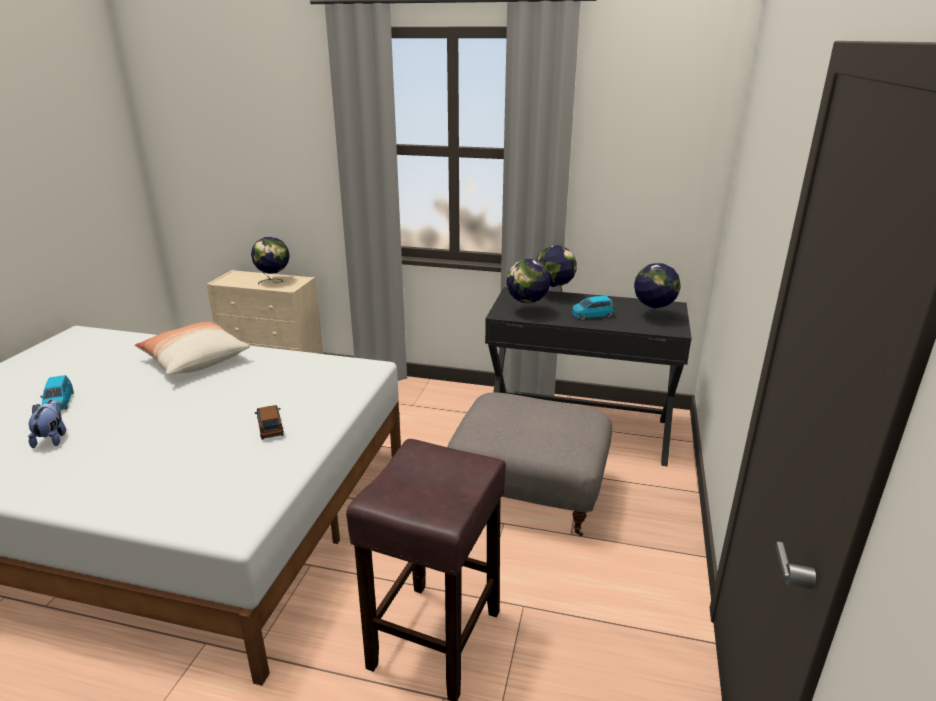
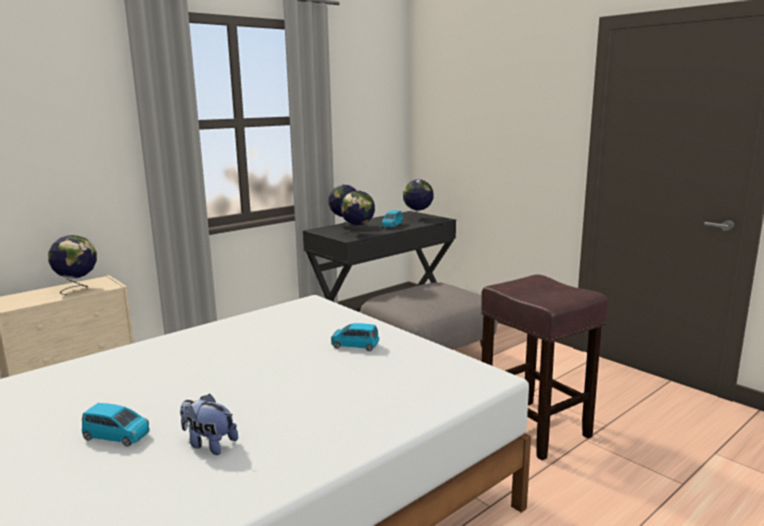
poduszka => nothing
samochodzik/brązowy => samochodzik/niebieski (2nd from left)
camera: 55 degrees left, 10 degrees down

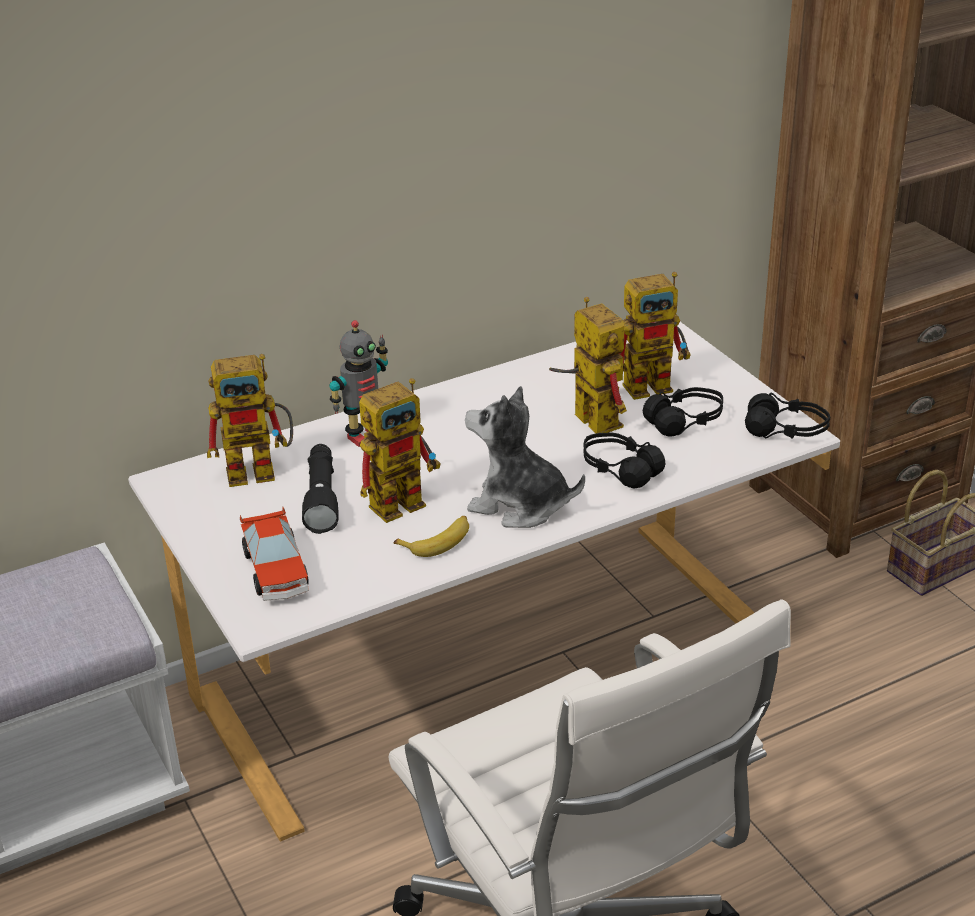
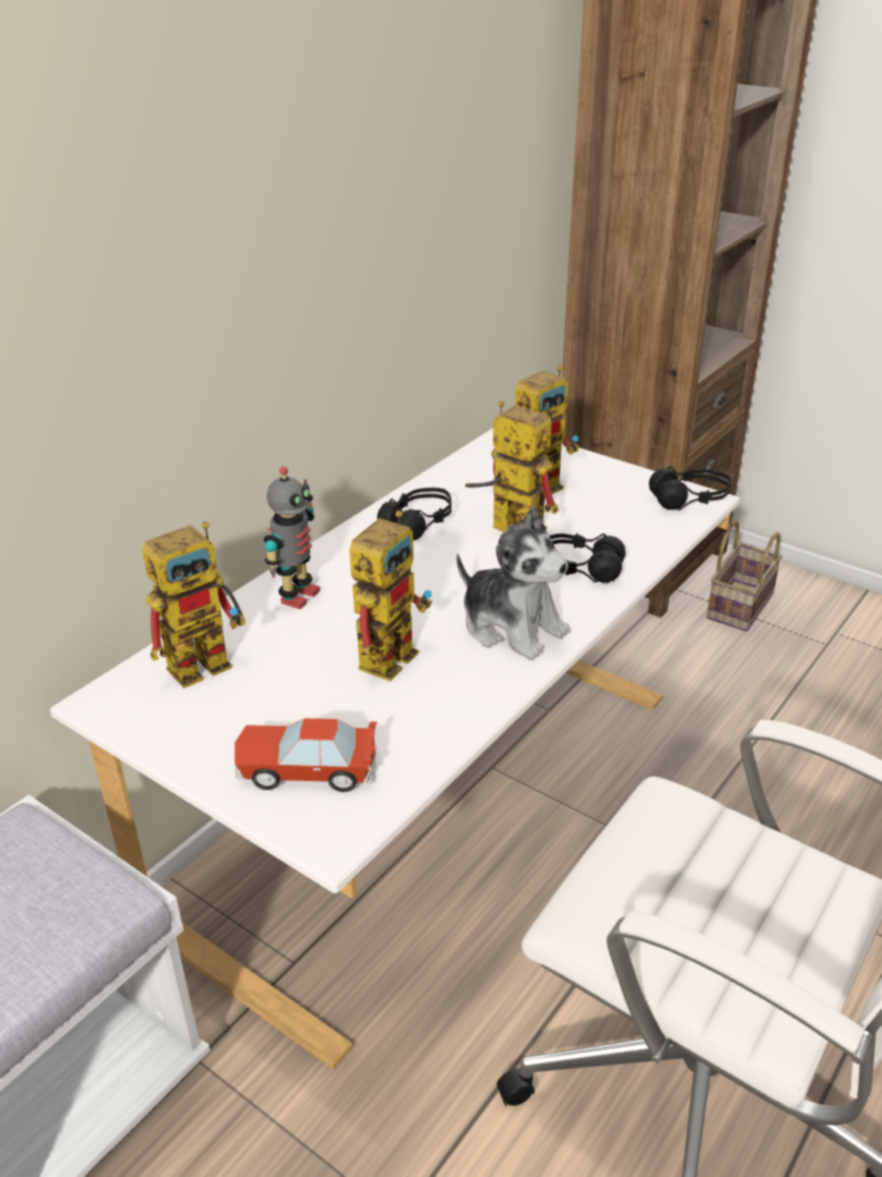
samochodzik, 135 degrees clockwise
latarka/czarny => nothing
banan => nothing
pluszak, 135 degrees counterclockwise
słuchawki/czarny (2nd from left in the first image) => słuchawki/czarny (1st from left), move
camera: 25 degrees left, 0 degrees up

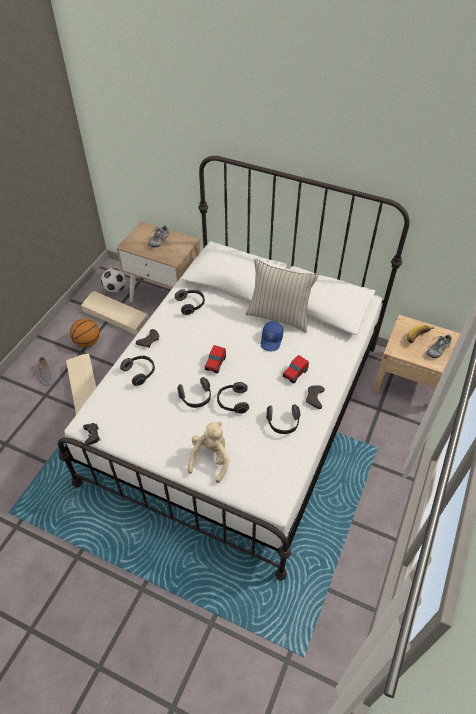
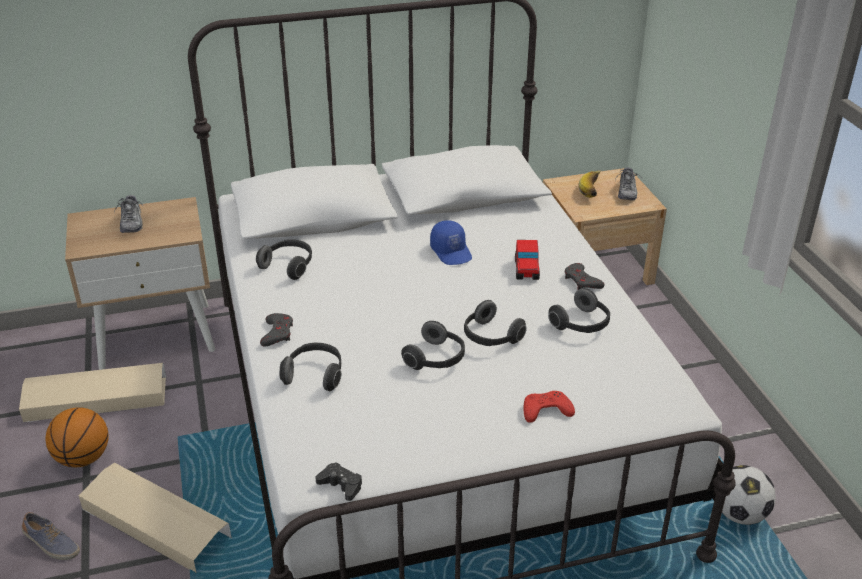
piłka futbolowa, move
pluszak/beżowy => pad do gier/czerwony
samochodzik (1st from left) => nothing
poduszka/beżowy => nothing
camera: 40 degrees left, 15 degrees down

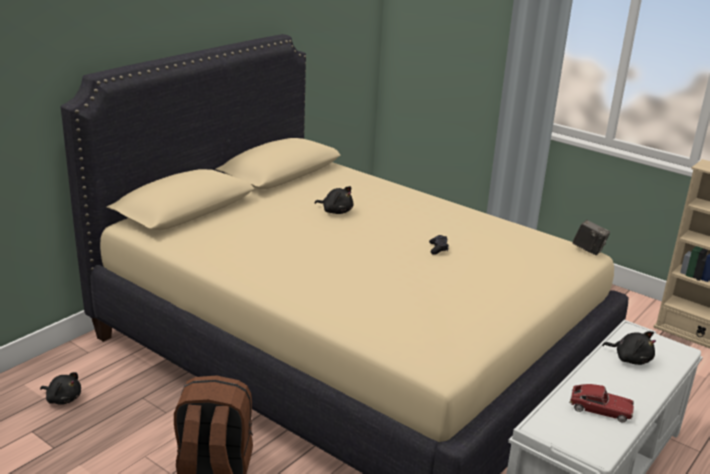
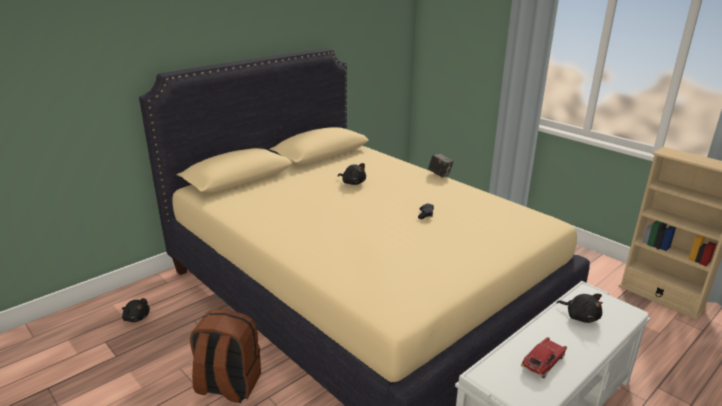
samochodzik, 75 degrees counterclockwise
aparat fotograficzny, move
camera: 10 degrees right, 0 degrees up

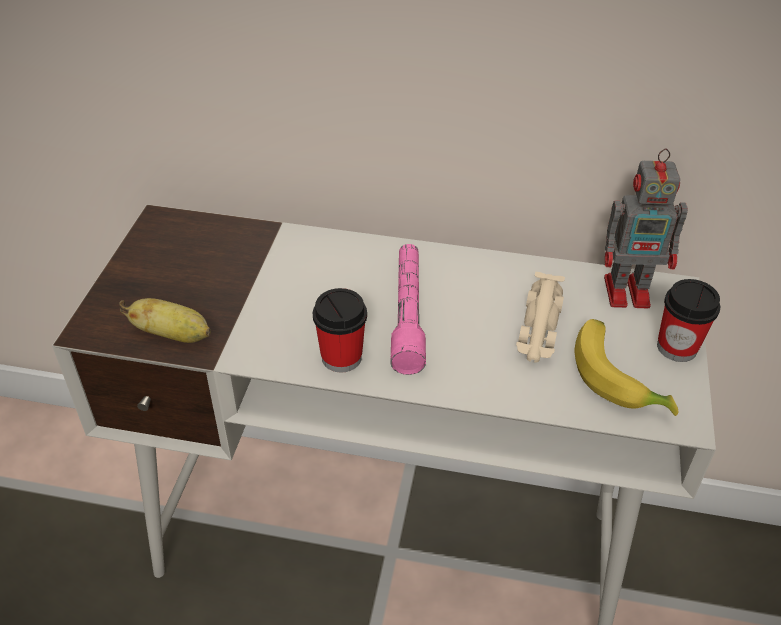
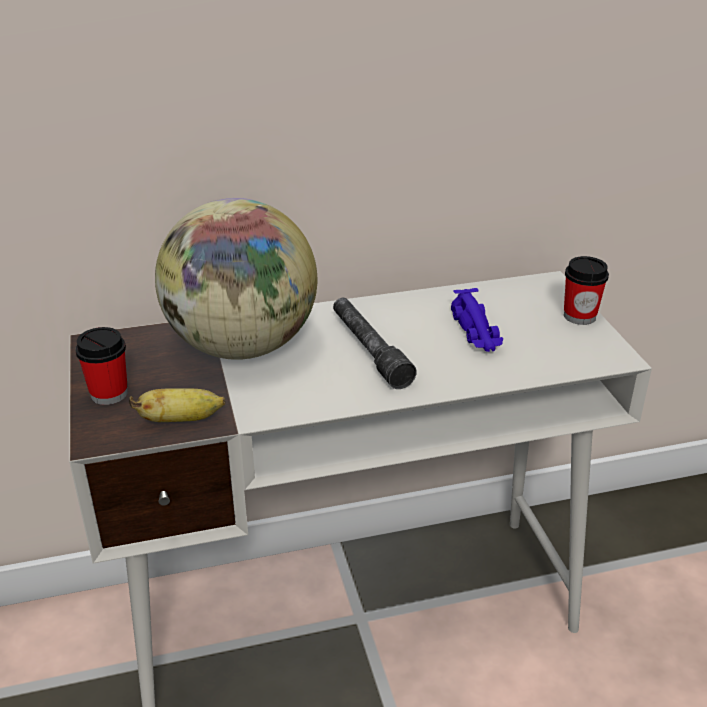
filiżanka (1st from left), move
latarka/różowy => latarka/szary
samochodzik/beżowy => samochodzik/fioletowy
banan (2nd from left) => nothing
robot zabawkowy => nothing
nothing => globus
camera: 25 degrees left, 10 degrees down

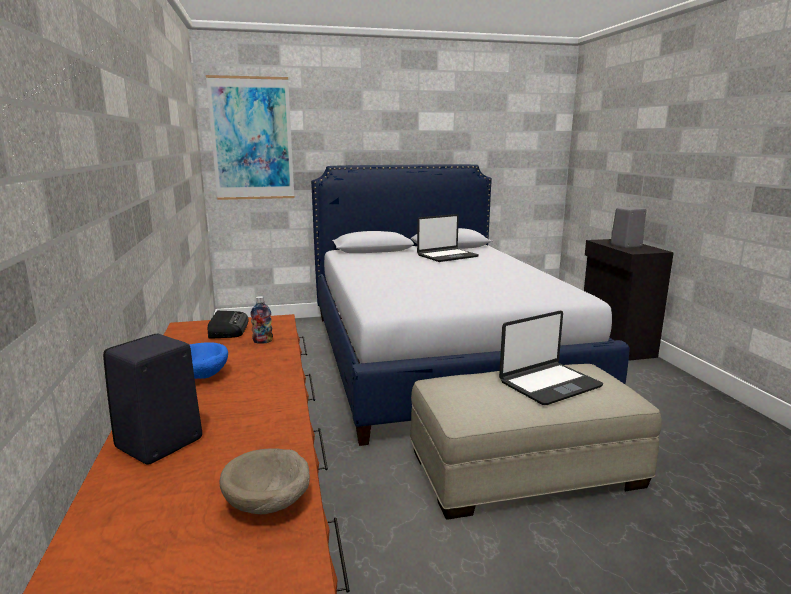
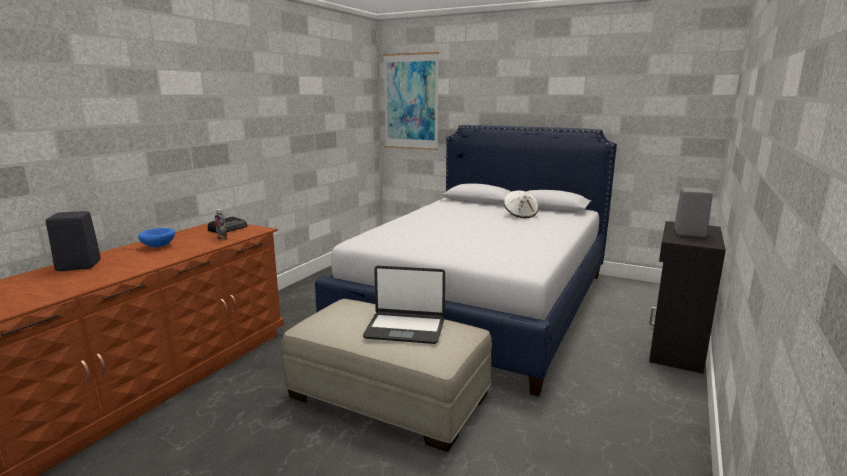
miska/beżowy => nothing
laptop (1st from left) => kapelusz/biały
camera: 40 degrees right, 0 degrees up

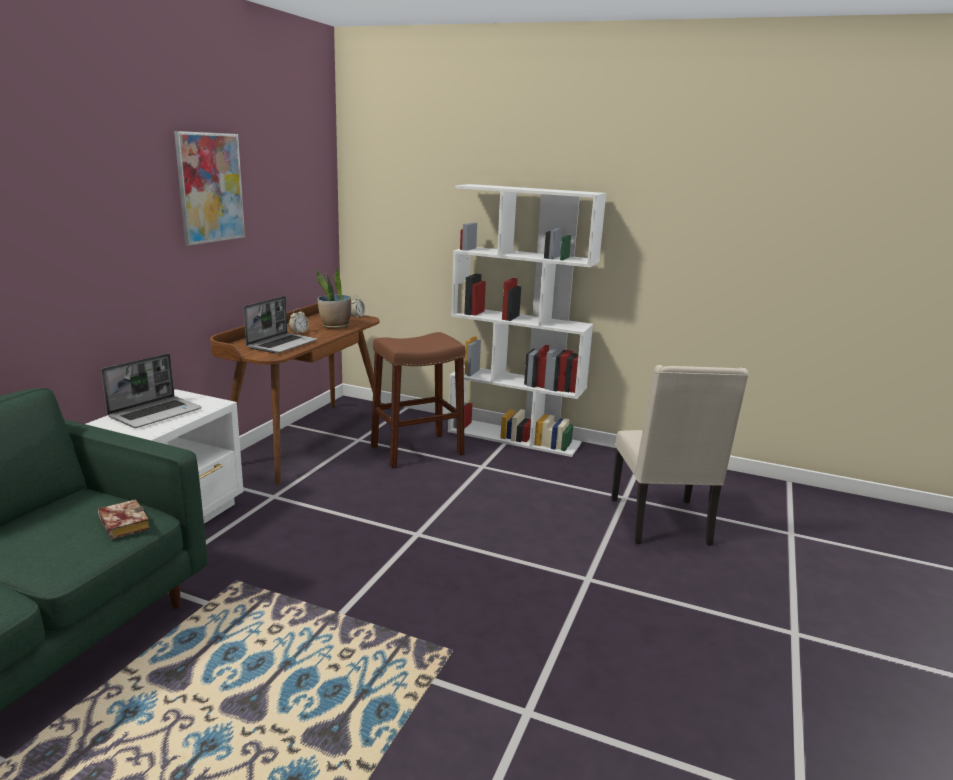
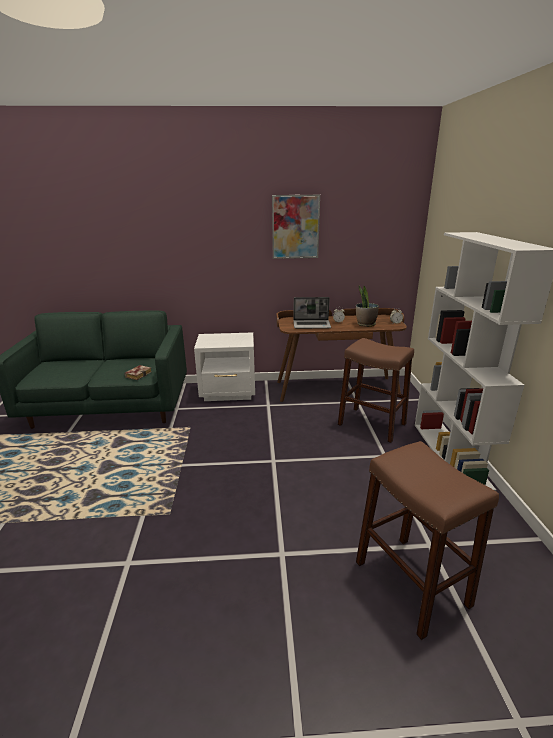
laptop (1st from left) => nothing
krzesło/beżowy => stołek/brązowy (2nd from left)
camera: 65 degrees right, 5 degrees up

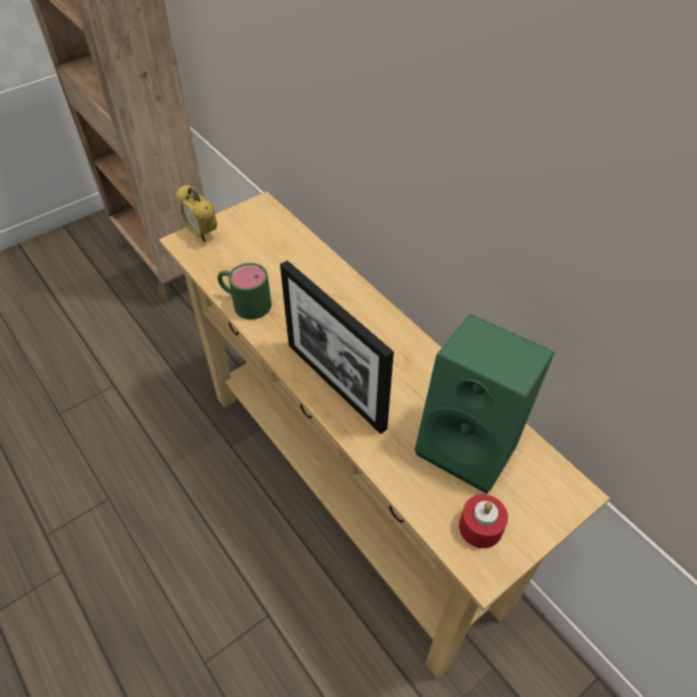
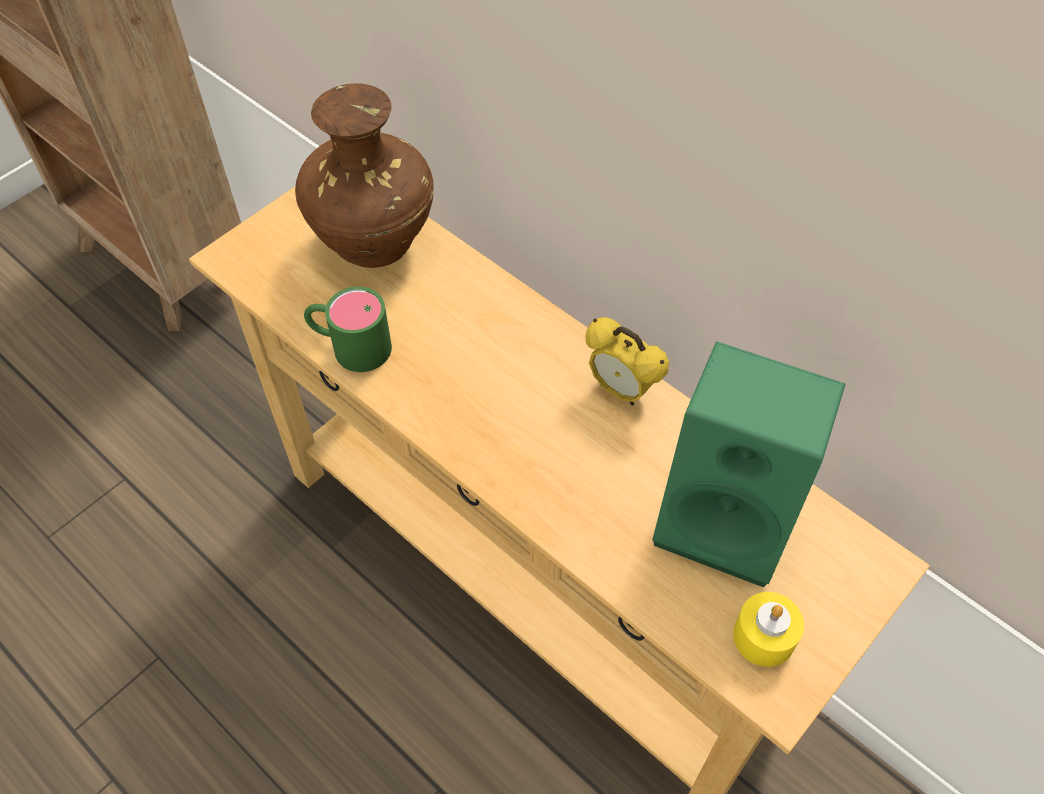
budzik, move
ramka na zdjęcie => nothing
świeca/czerwony => świeca/żółty
nothing => wazon/brązowy
camera: 10 degrees left, 5 degrees up

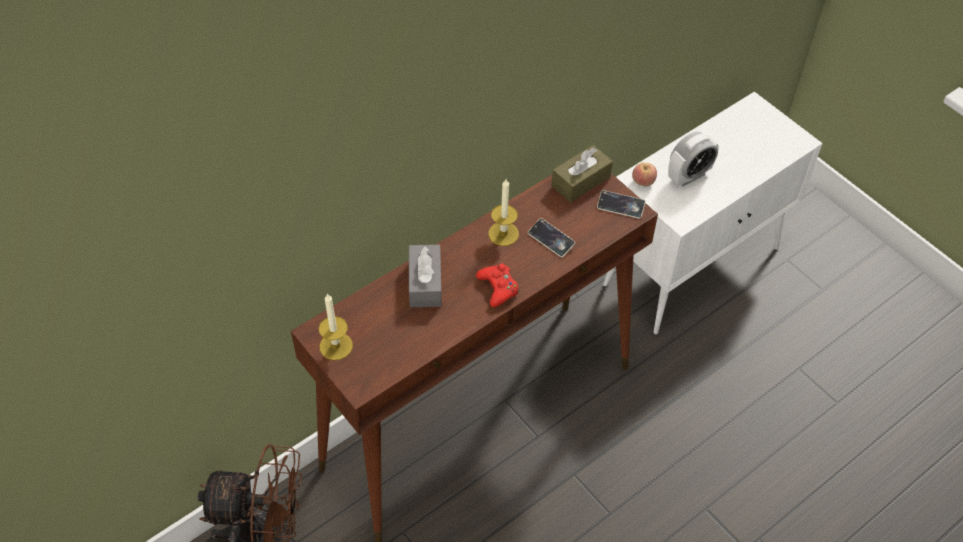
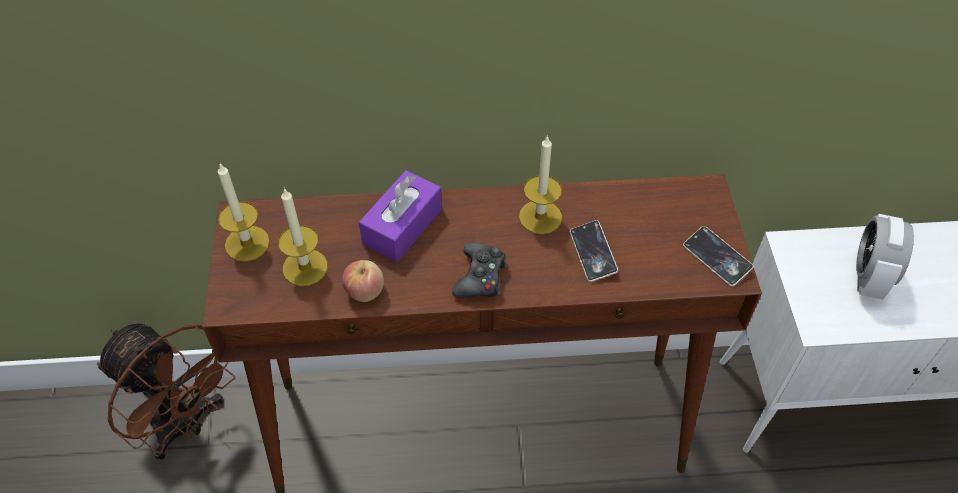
pudełko chusteczek/szary => pudełko chusteczek/fioletowy
pad do gier/czerwony => pad do gier/czarny
pudełko chusteczek/brązowy => nothing
jabłko, move
budzik, 105 degrees clockwise
nothing => świeca (2nd from left)
camera: 35 degrees right, 0 degrees up

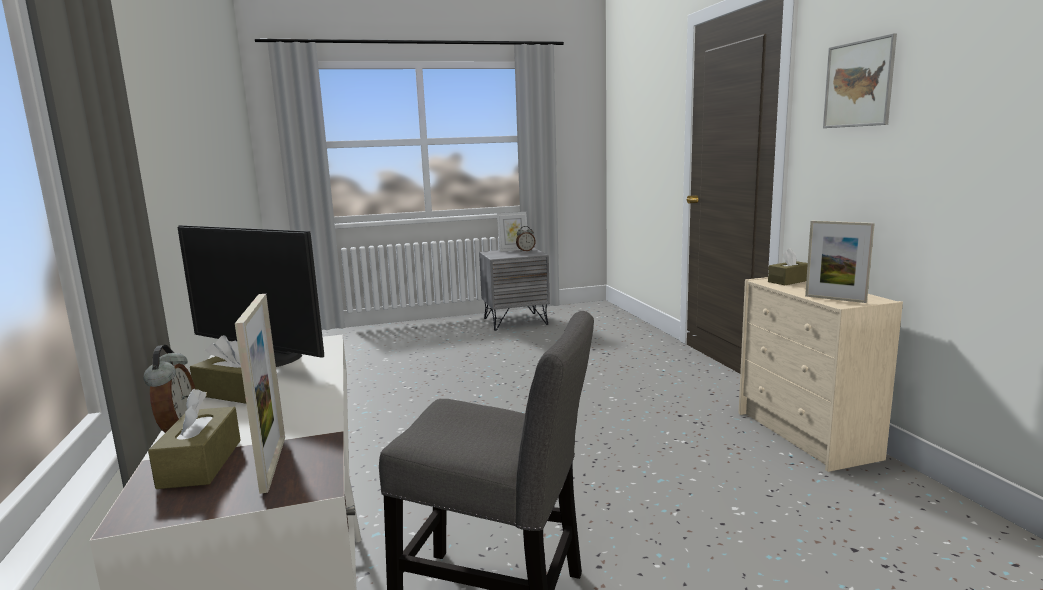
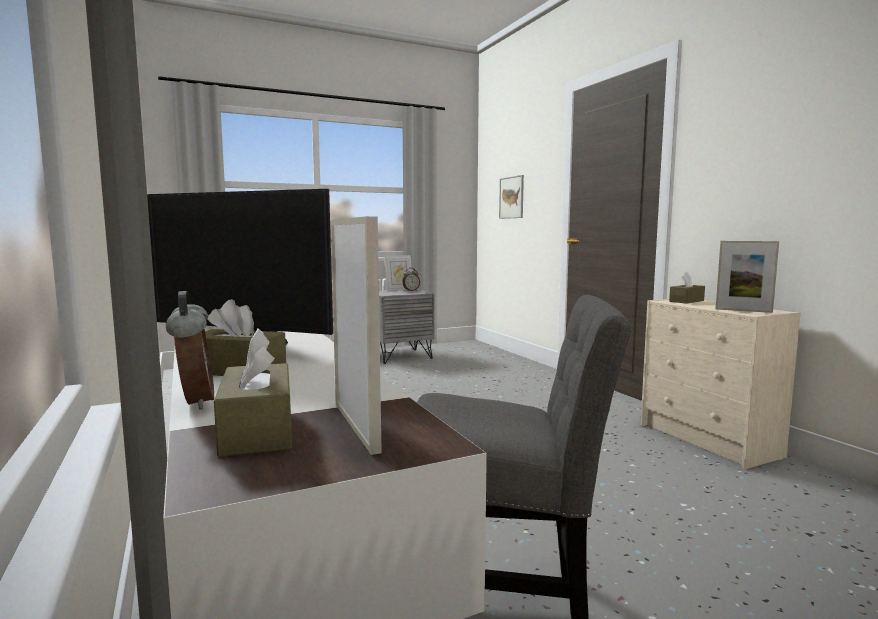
obraz, move
camera: 10 degrees left, 5 degrees down

